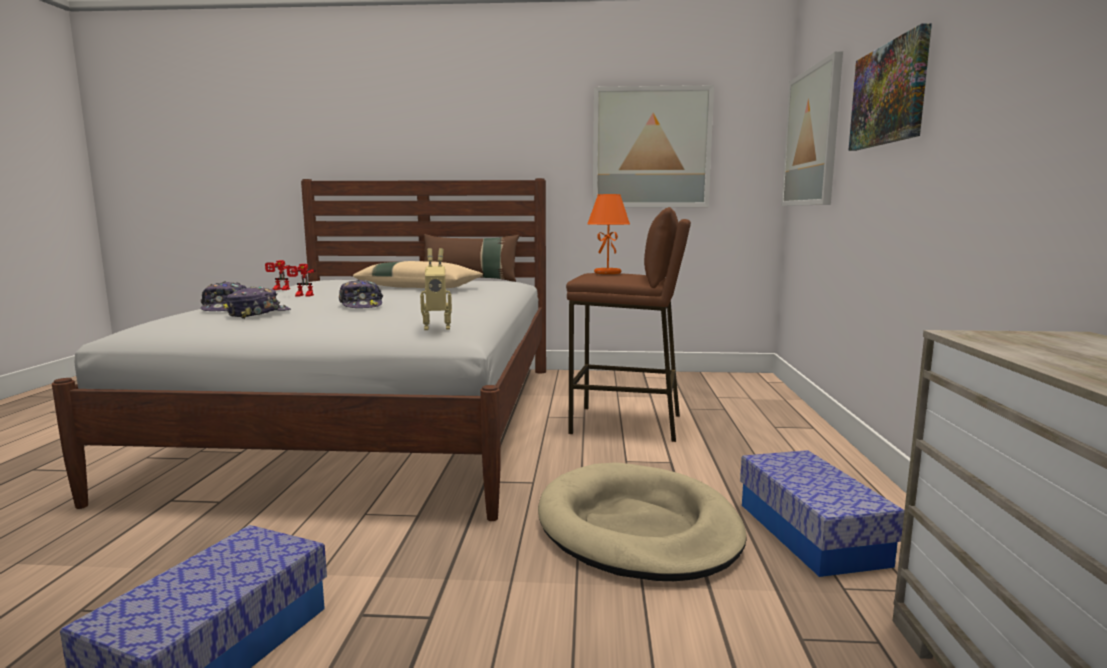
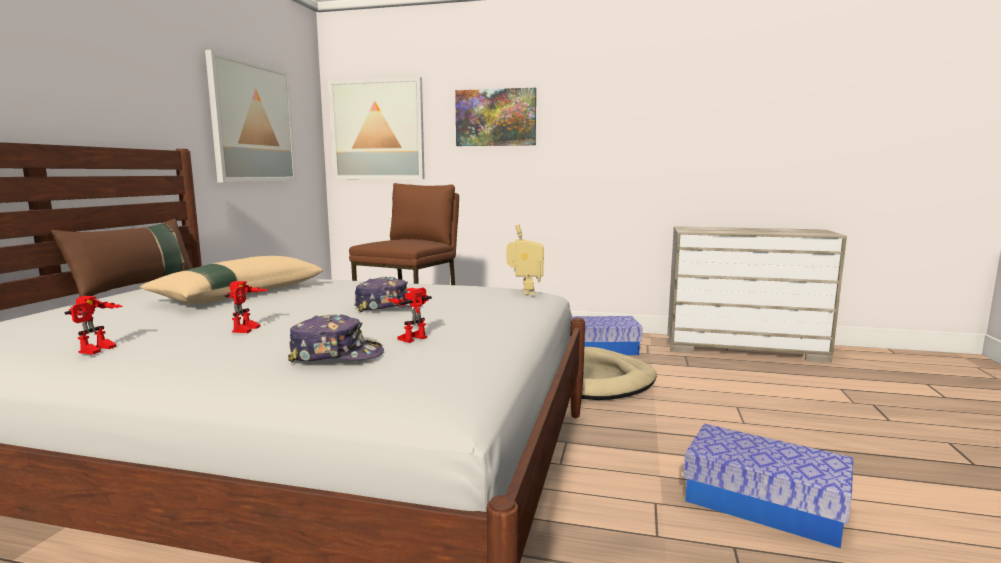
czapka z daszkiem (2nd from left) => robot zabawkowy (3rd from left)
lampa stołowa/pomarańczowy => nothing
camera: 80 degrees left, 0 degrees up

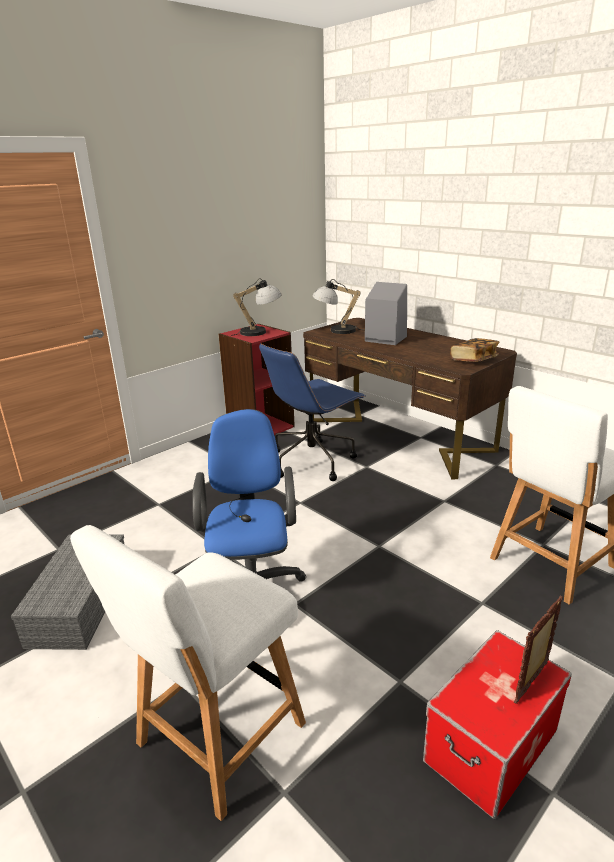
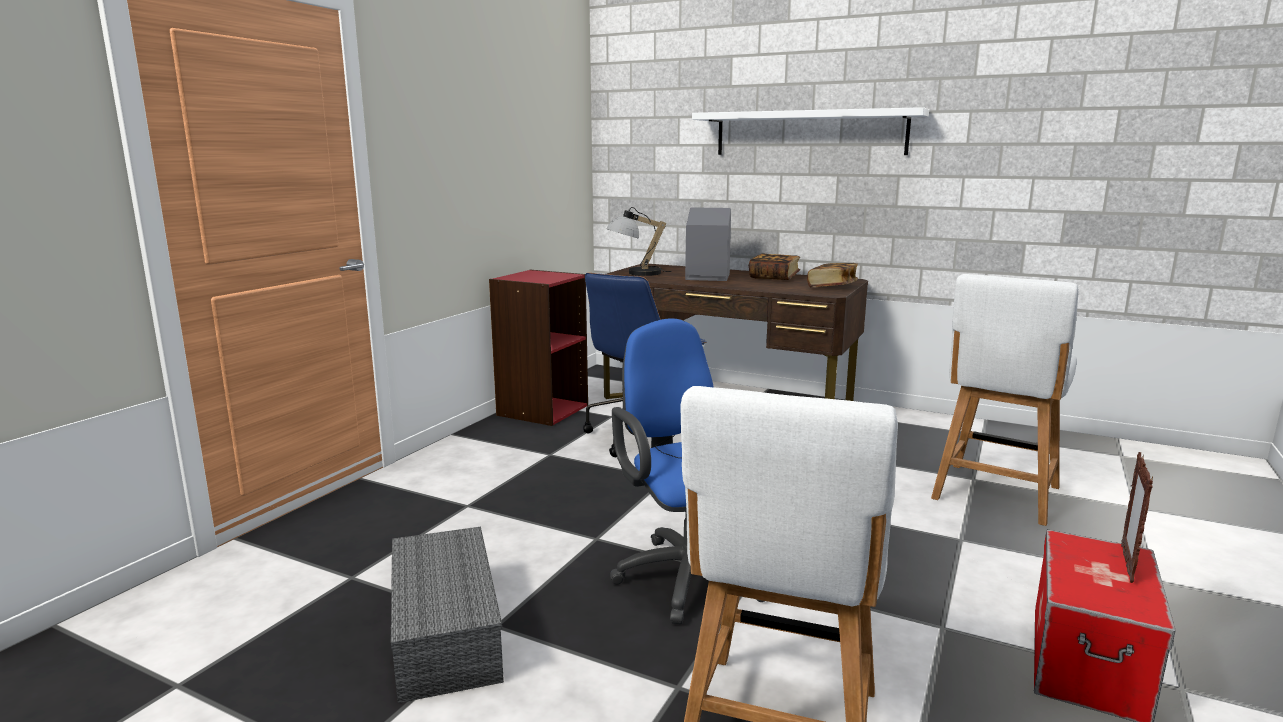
lampa stołowa (1st from left) => nothing
nothing => półka/biały
nothing => książka (1st from left)
camera: 20 degrees left, 10 degrees down

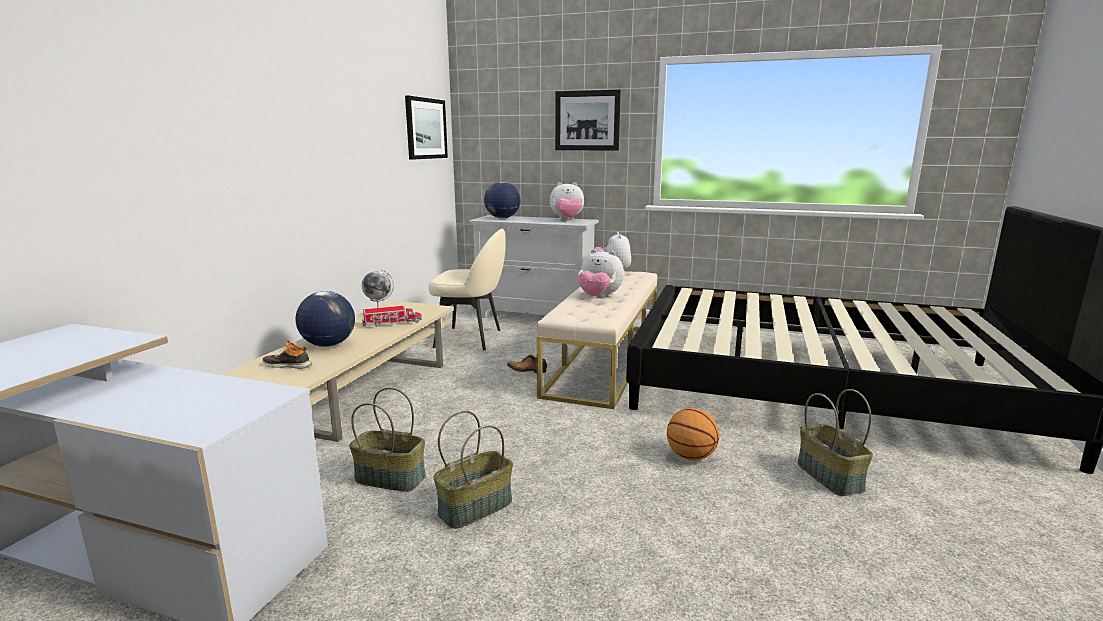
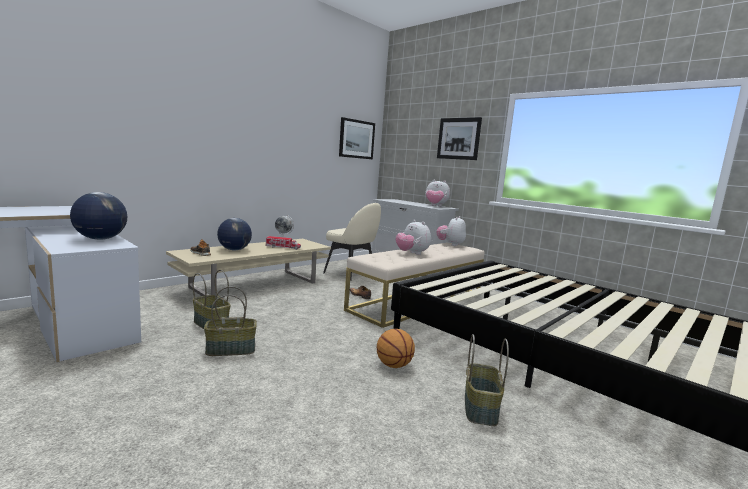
globus (3rd from left in the first image) => globus (1st from left), move
camera: 25 degrees right, 5 degrees down

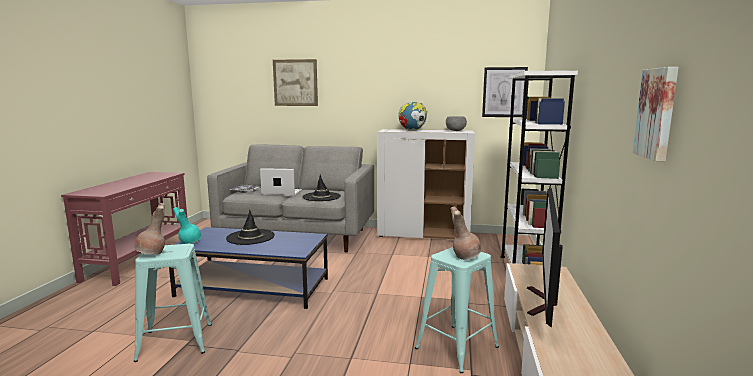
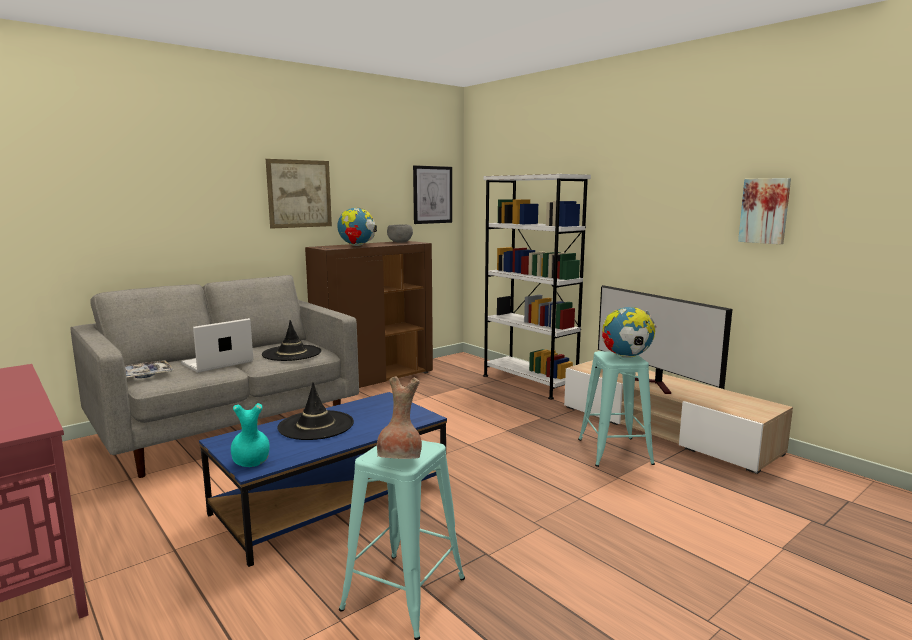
obraz (1st from left), move
szafka/biały => szafka/brązowy
wazon/brązowy (2nd from left) => globus (2nd from left)
camera: 50 degrees left, 0 degrees up

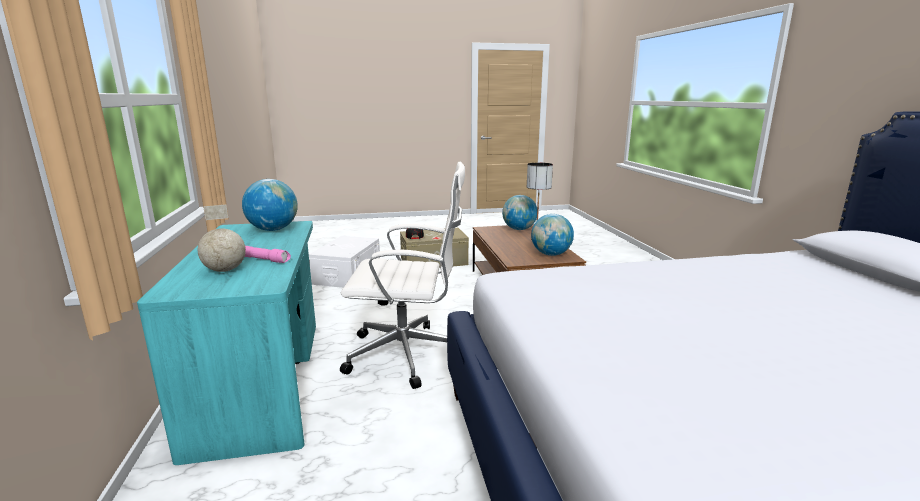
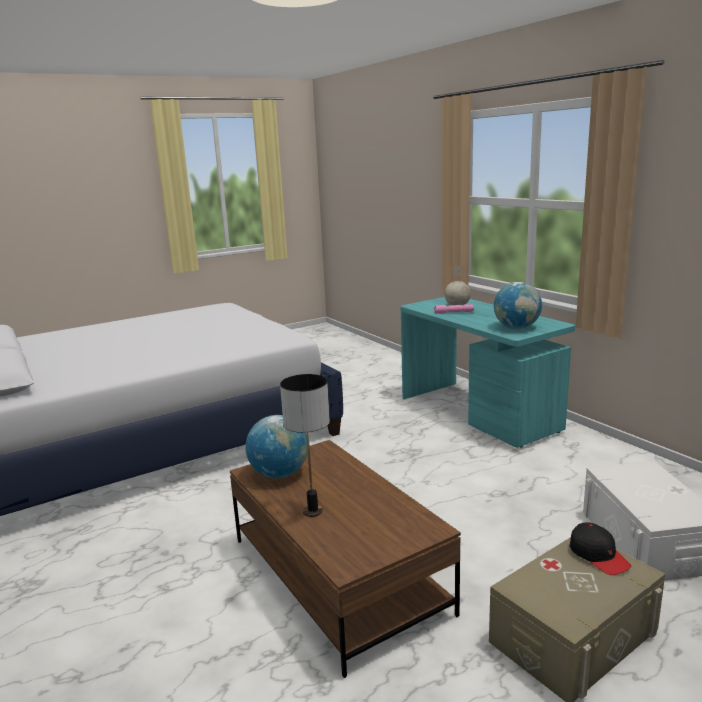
krzesło biurowe/biały => nothing
globus (3rd from left) => nothing
camera: 160 degrees right, 0 degrees up

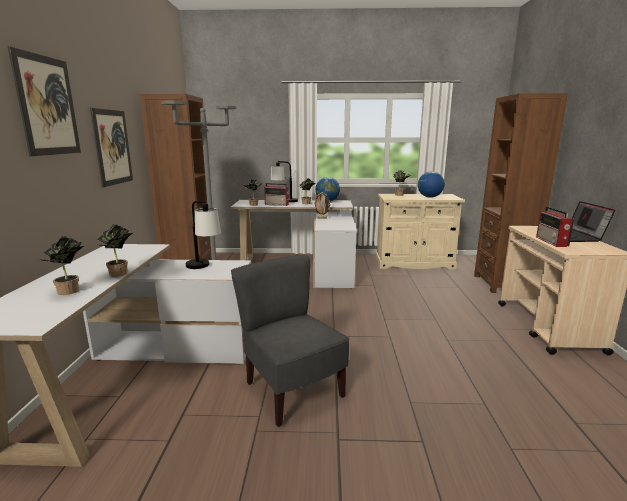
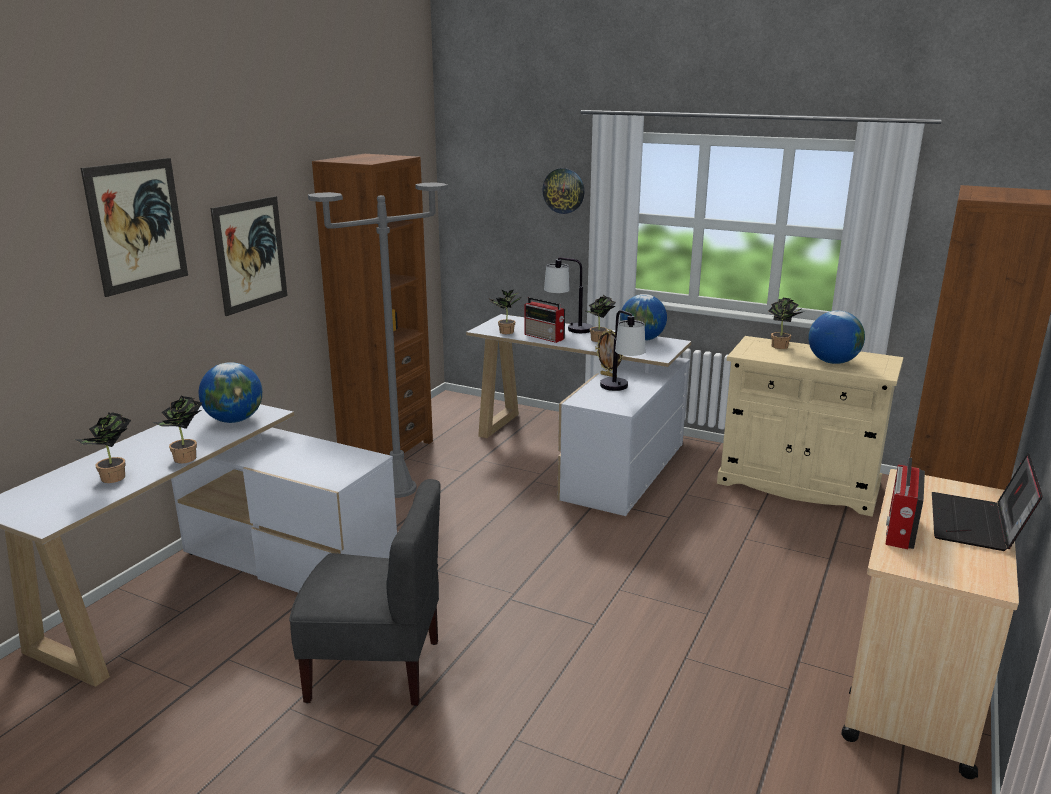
lampa stołowa (1st from left in the first image) => lampa stołowa (2nd from left), move
krzesło/szary, 105 degrees clockwise
nothing => globus (1st from left)
nothing => zegar ścienny
camera: 25 degrees right, 5 degrees up

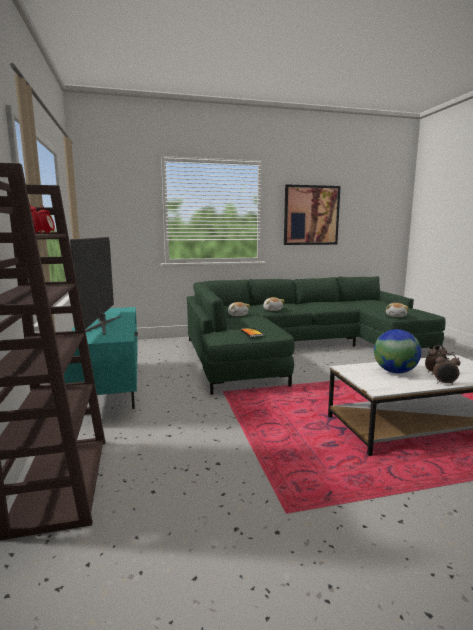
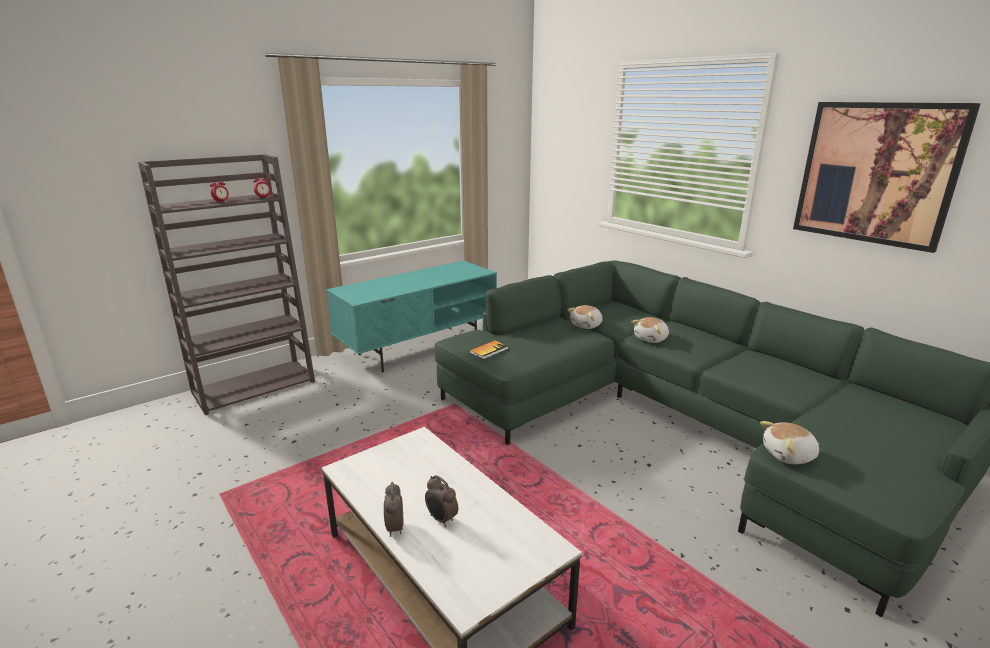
telewizor => nothing
globus => nothing
camera: 65 degrees right, 10 degrees up

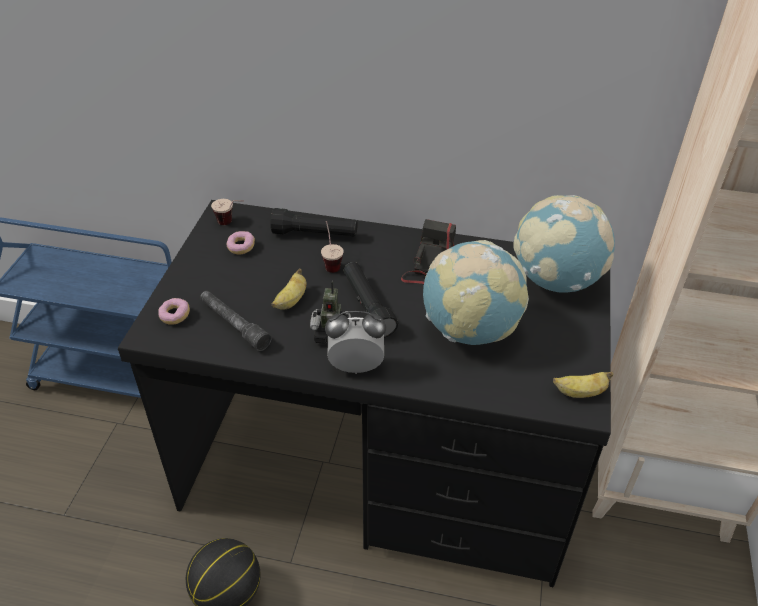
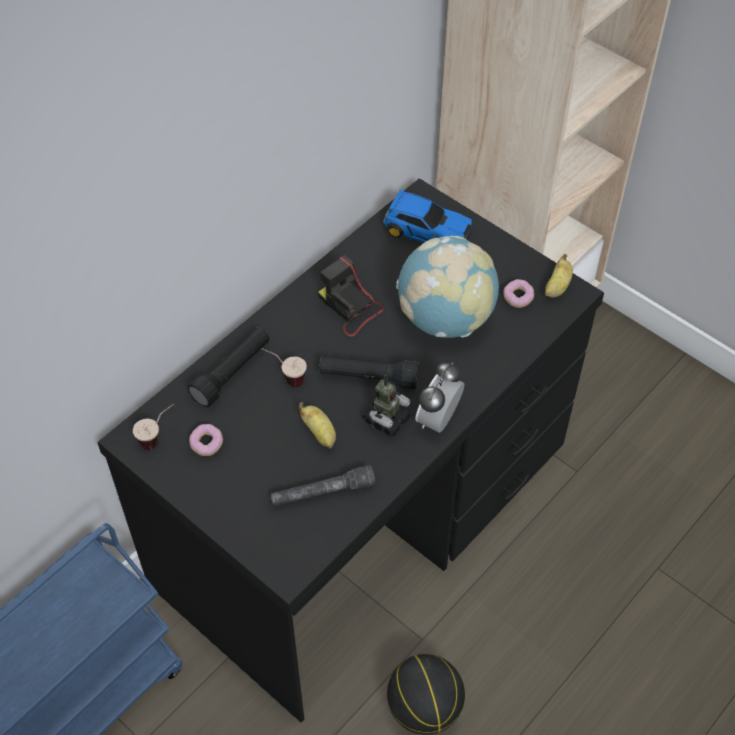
donut (1st from left in the first image) => donut (2nd from left), move
globus (2nd from left) => samochodzik
camera: 60 degrees left, 10 degrees up

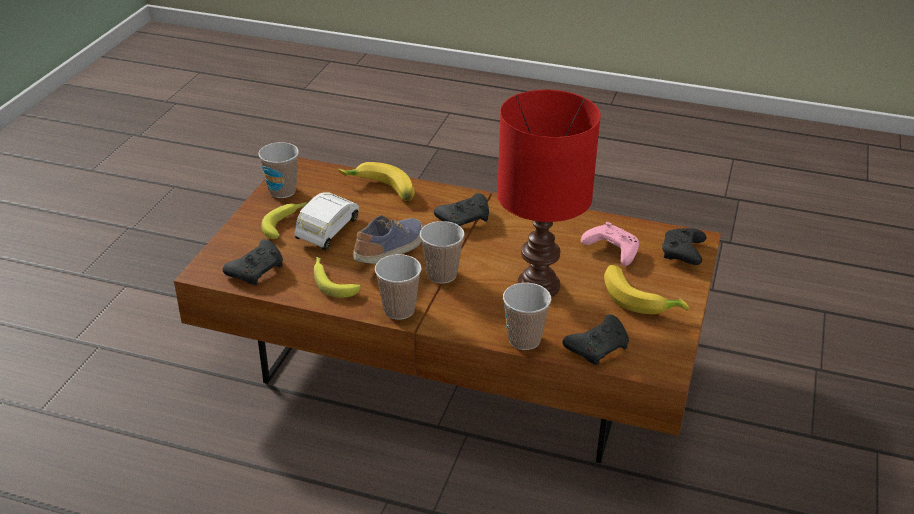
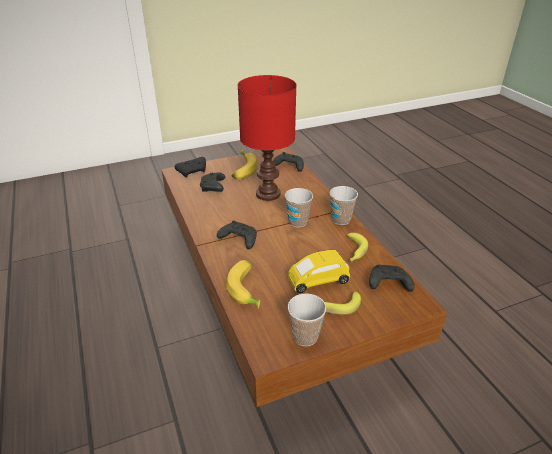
samochodzik/biały => samochodzik/żółty
but => nothing
filiżanka (4th from left) => nothing
pad do gier/różowy => pad do gier/czarny (2nd from left)
camera: 130 degrees left, 0 degrees up

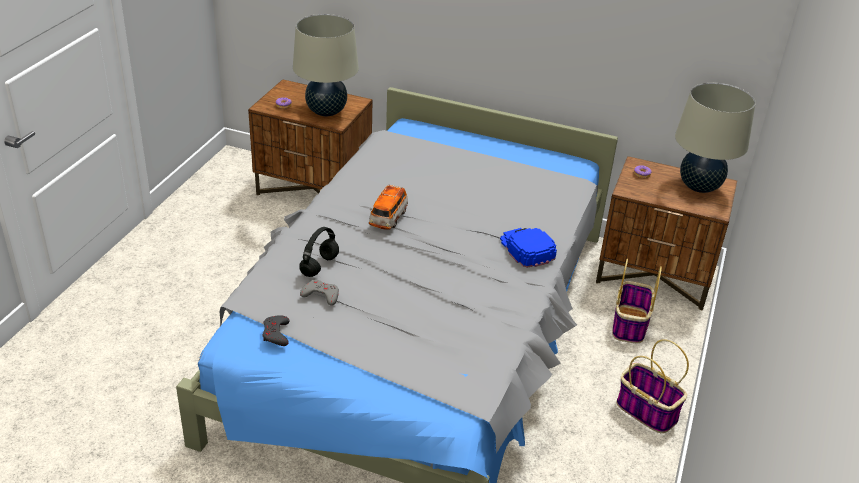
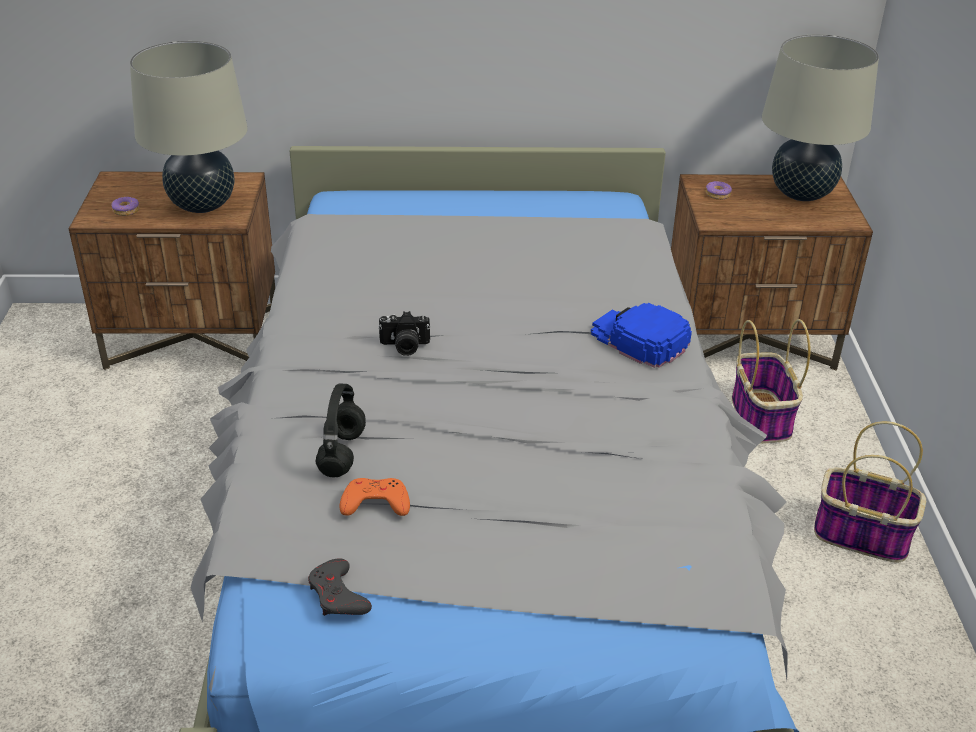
pad do gier/szary (2nd from left) => pad do gier/pomarańczowy
samochodzik => aparat fotograficzny
camera: 20 degrees left, 0 degrees up

